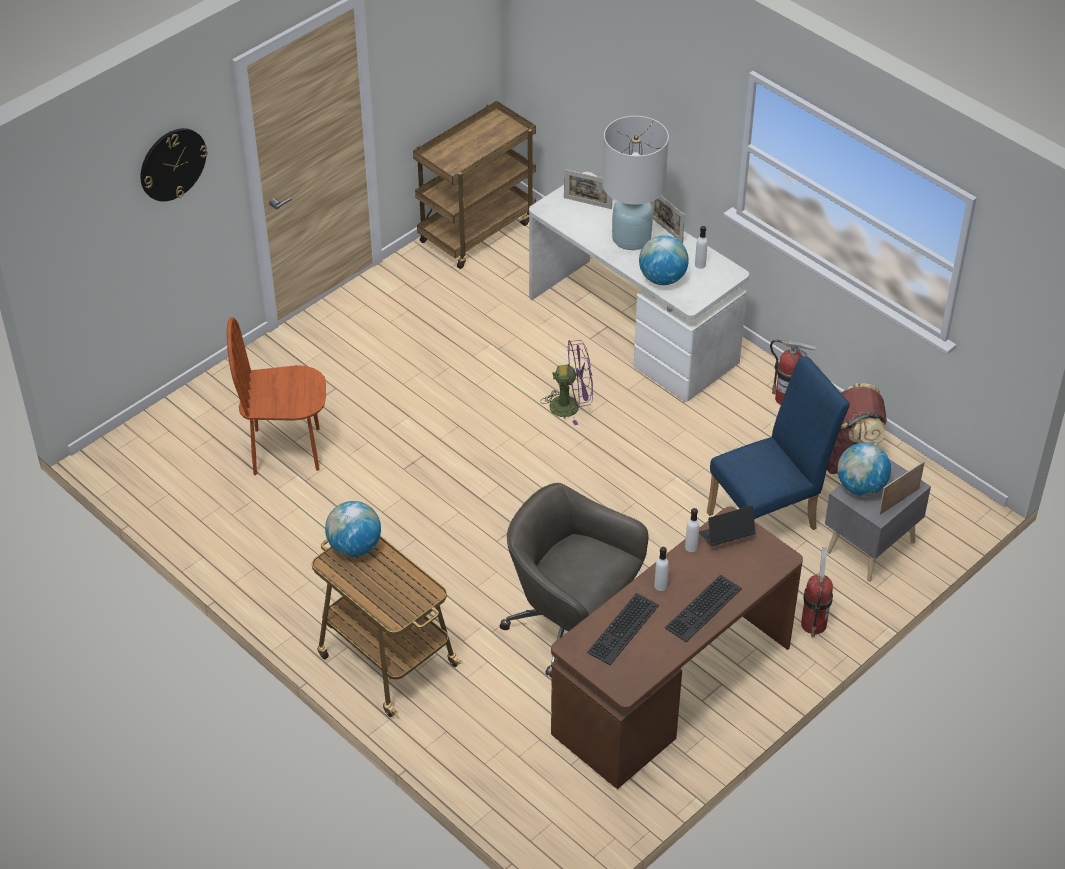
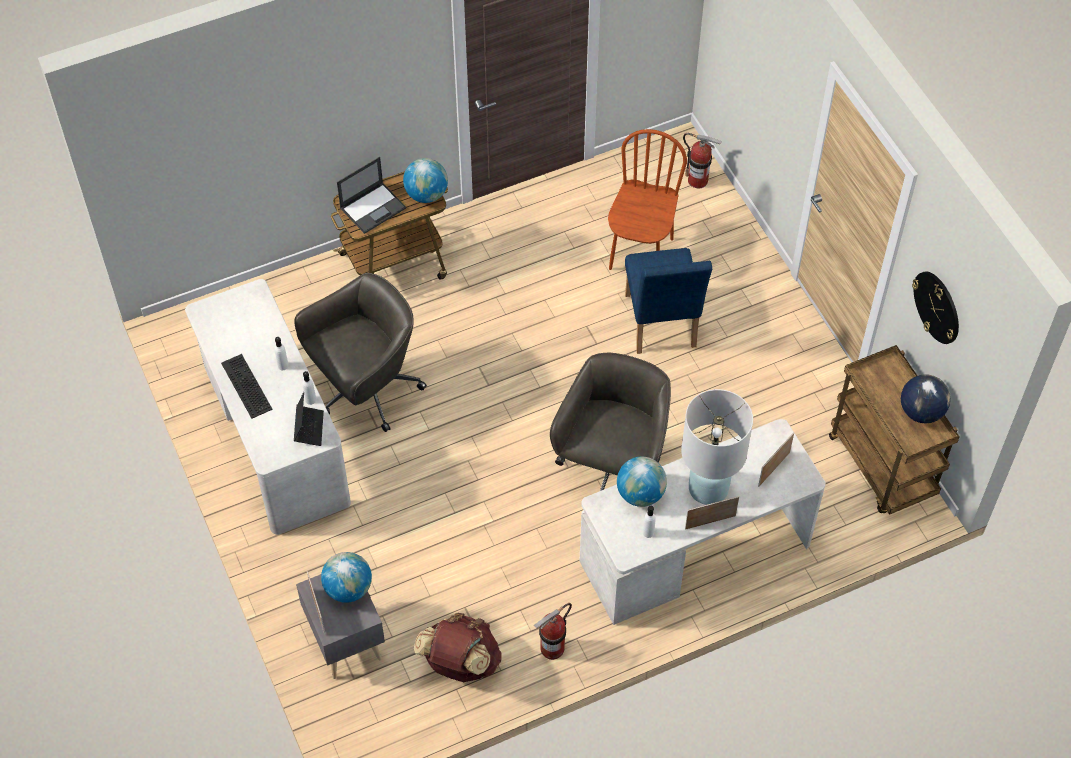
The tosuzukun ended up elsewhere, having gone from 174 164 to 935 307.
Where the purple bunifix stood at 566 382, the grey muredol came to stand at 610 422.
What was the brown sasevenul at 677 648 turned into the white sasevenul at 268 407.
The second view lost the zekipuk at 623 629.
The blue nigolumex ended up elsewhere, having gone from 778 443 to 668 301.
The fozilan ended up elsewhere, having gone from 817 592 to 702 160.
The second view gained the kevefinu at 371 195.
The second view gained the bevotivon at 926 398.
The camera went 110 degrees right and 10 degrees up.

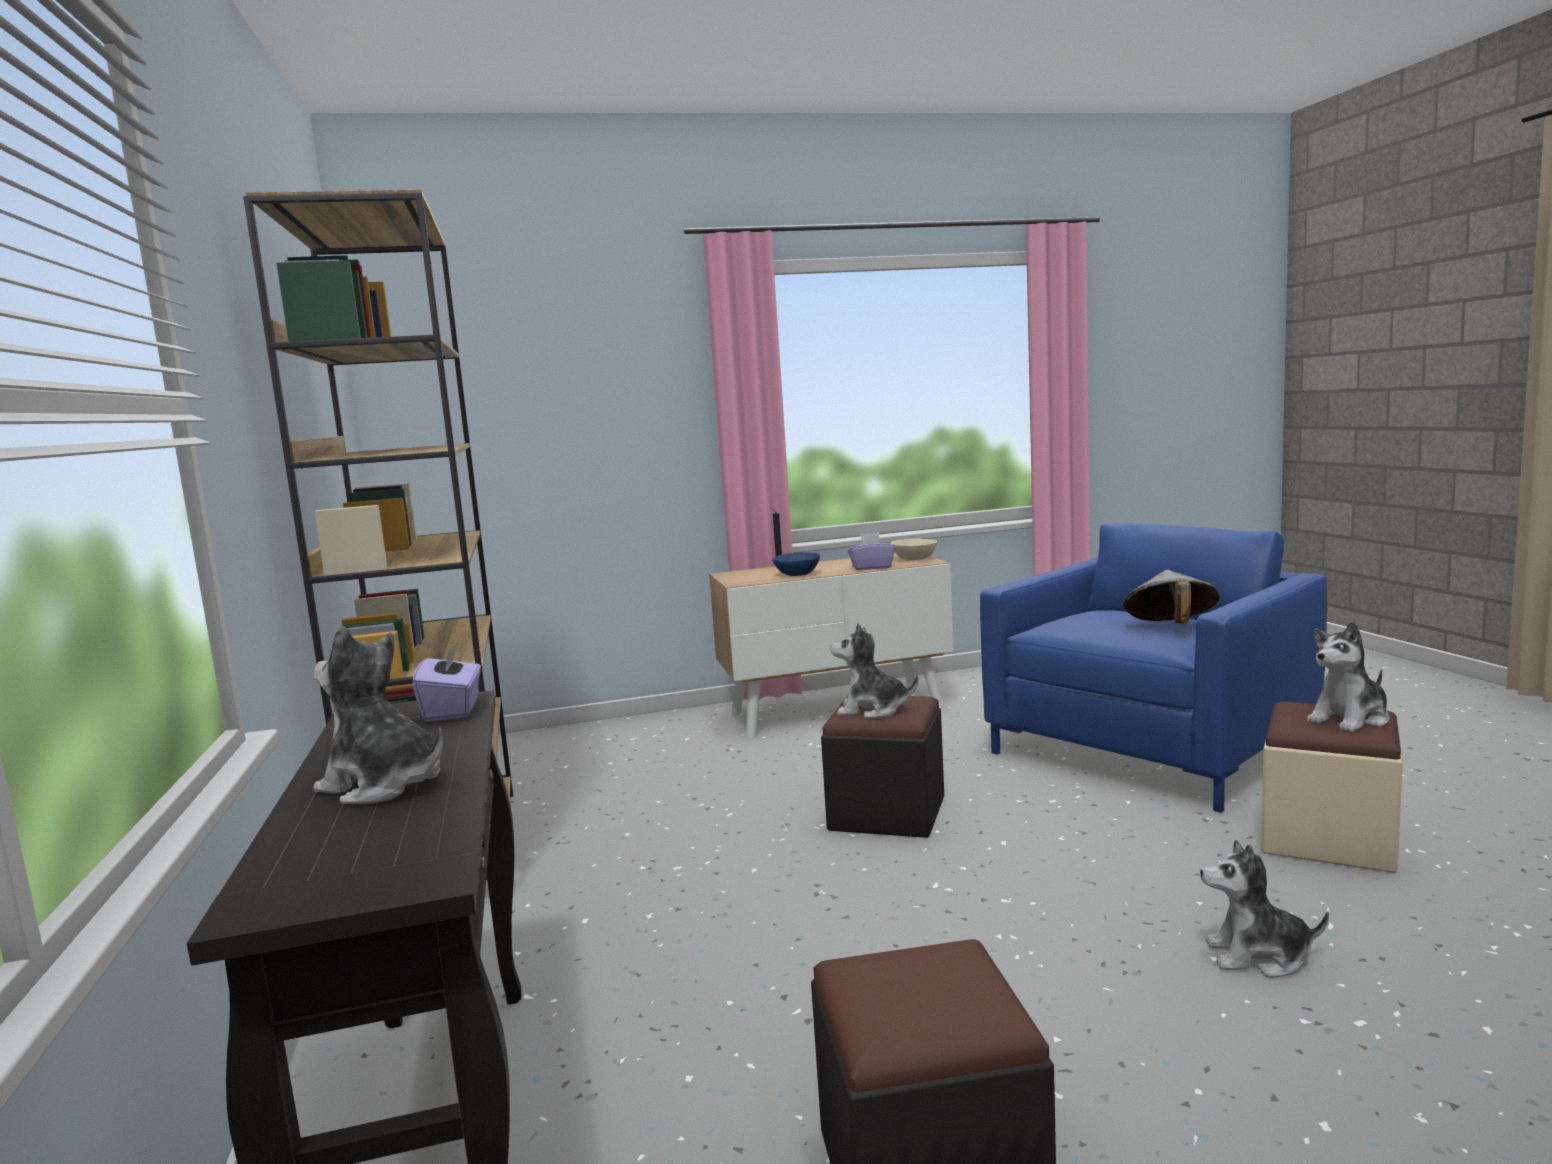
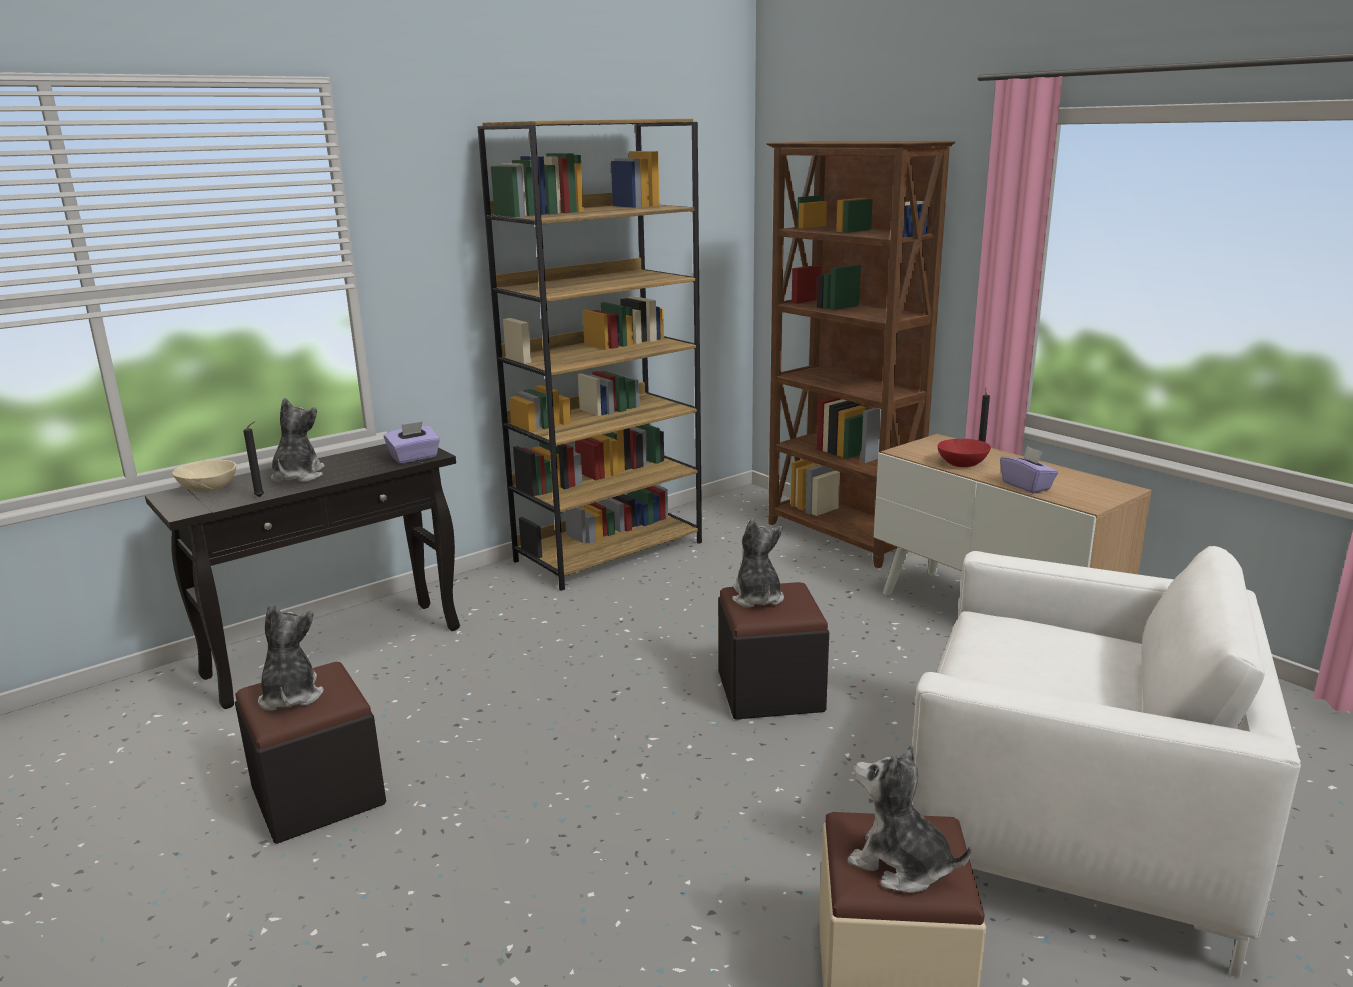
What was the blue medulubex at 796 564 turned into the red medulubex at 964 453.
The beige medulubex ended up elsewhere, having gone from 914 550 to 204 476.
What was the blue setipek at 1153 668 turned into the white setipek at 1106 762.
The second view lost the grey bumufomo at 1172 597.
The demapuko ended up elsewhere, having gone from 1264 909 to 291 657.
The second view gained the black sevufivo at 253 459.
The second view gained the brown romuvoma at 861 354.
The camera went 65 degrees right and 10 degrees up.

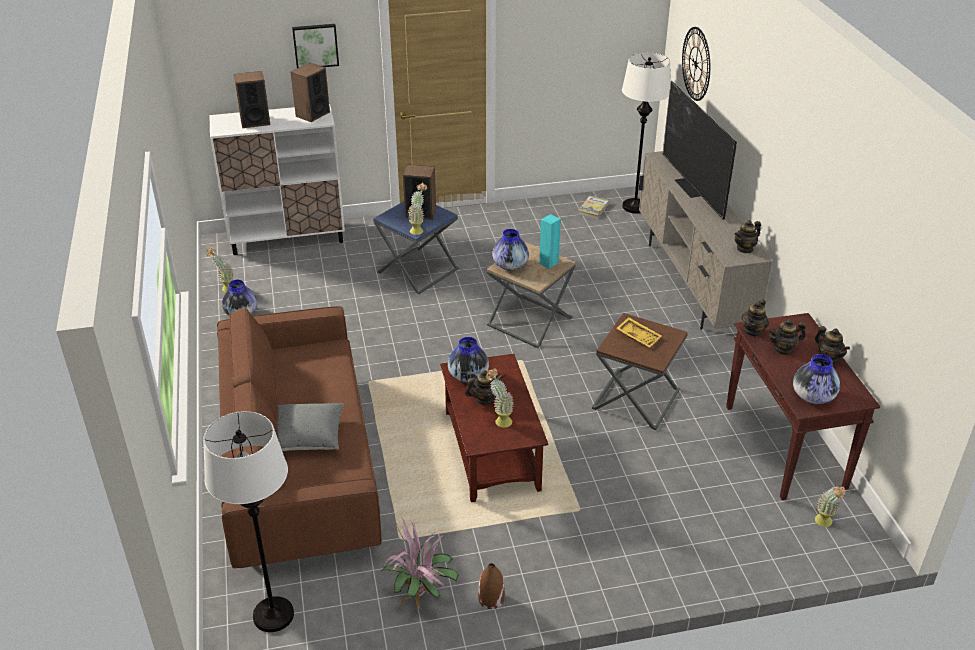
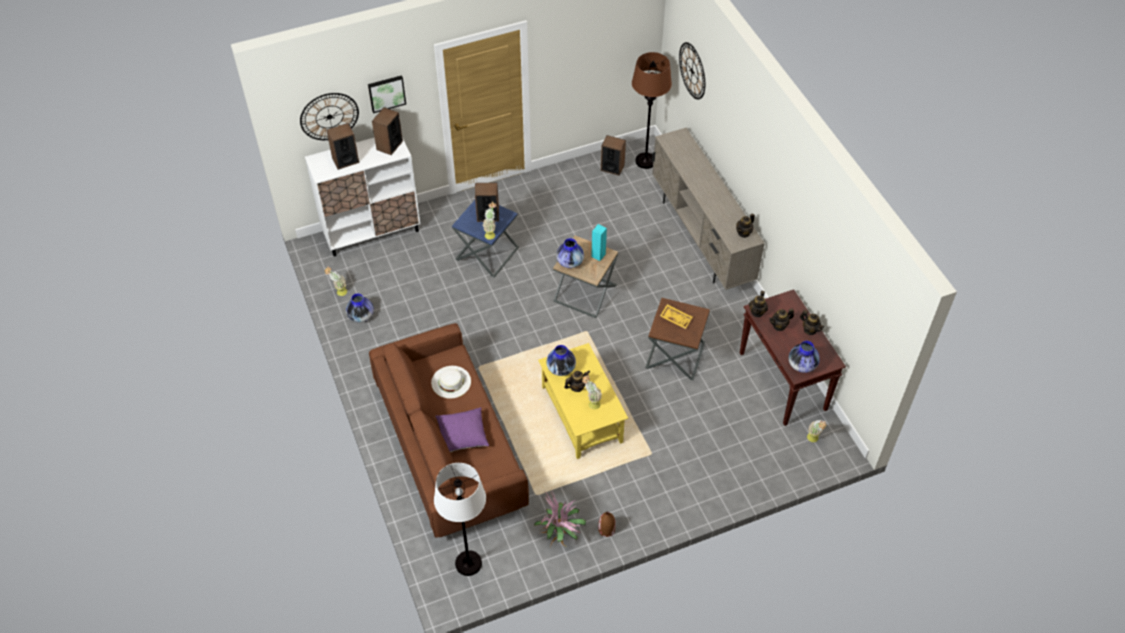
What was the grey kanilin at 310 427 turned into the purple kanilin at 462 429.
What was the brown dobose at 494 428 turned into the yellow dobose at 583 401.
Where the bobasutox stood at 593 207, the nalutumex came to stand at 613 155.
What was the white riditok at 646 133 turned into the brown riditok at 652 110.
The second view lost the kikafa at 700 150.
The second view gained the tosuzukun at 329 116.
The second view gained the white bumufomo at 451 382.
The camera went 10 degrees left and 15 degrees up.

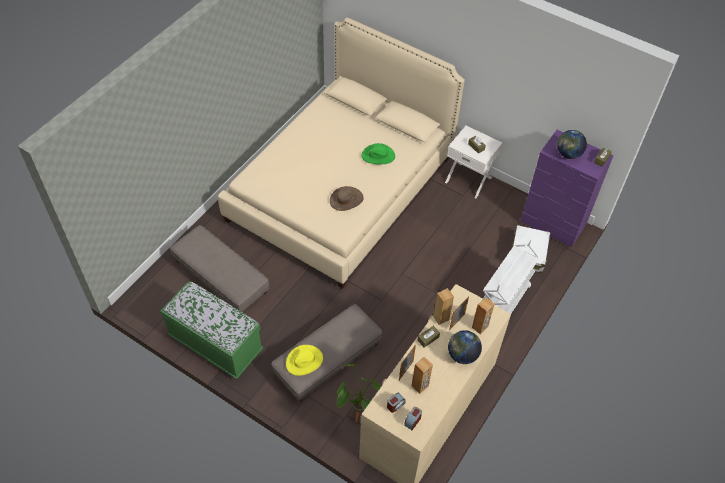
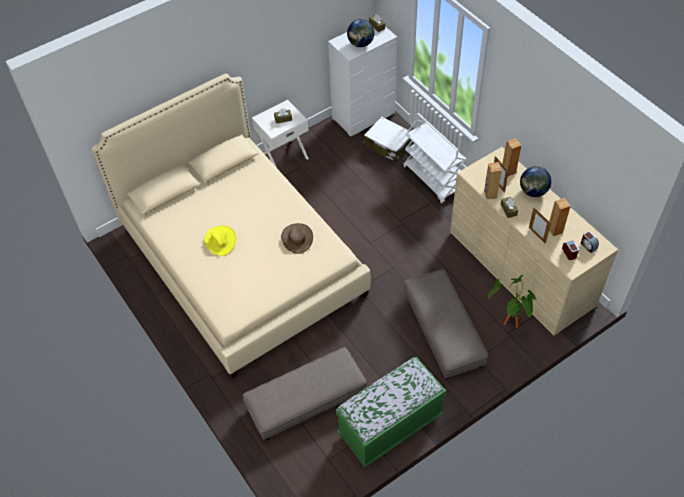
The yellow bumufomo ended up elsewhere, having gone from 304 360 to 220 240.
The second view lost the green bumufomo at 378 153.
What was the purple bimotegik at 567 188 turned into the white bimotegik at 362 82.
The camera went 65 degrees left and 0 degrees up.

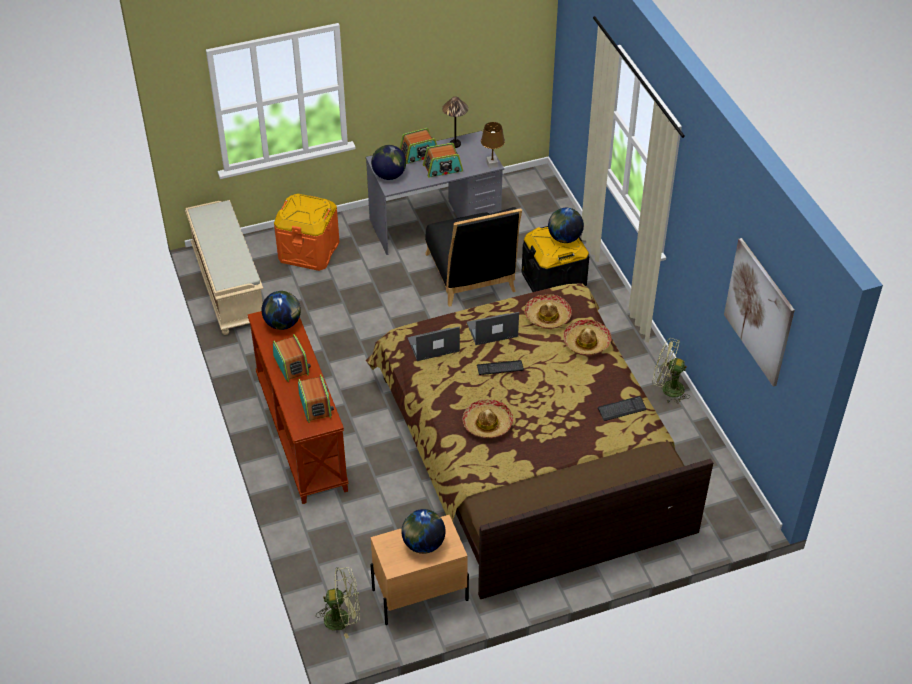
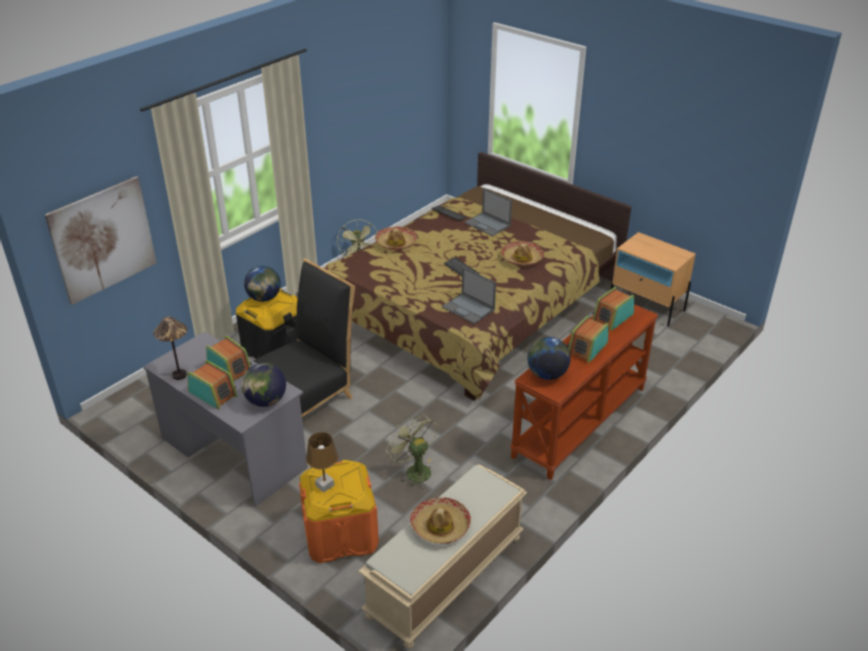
The green bunifix ended up elsewhere, having gone from 338 603 to 411 451.
The second view lost the bevotivon at 423 531.
The kevefinu ended up elsewhere, having gone from 493 328 to 488 212.
The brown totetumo ended up elsewhere, having gone from 493 145 to 322 462.
The bumufomo ended up elsewhere, having gone from 548 311 to 440 520.
The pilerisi ended up elsewhere, having gone from 759 312 to 101 240.
The camera went 120 degrees left and 10 degrees down.

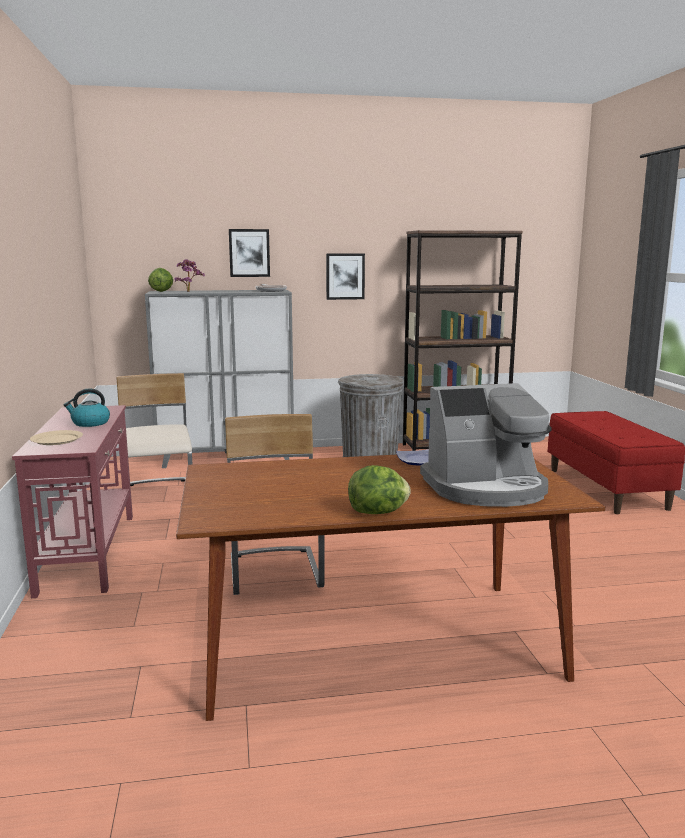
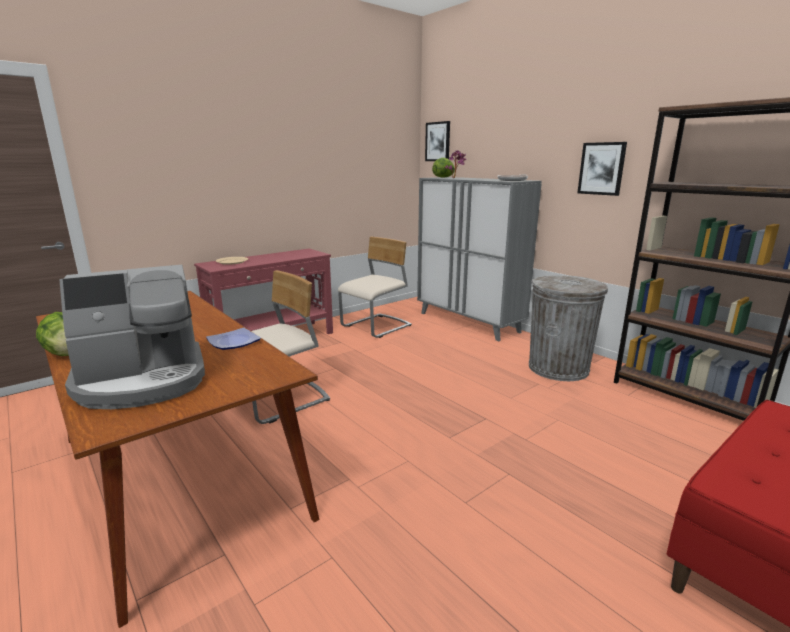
The second view lost the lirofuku at 87 408.
The pilerisi ended up elsewhere, having gone from 249 253 to 437 141.
The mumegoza at 486 445 ended up facing another way, 75 degrees counterclockwise from before.
The camera went 60 degrees right and 5 degrees up.

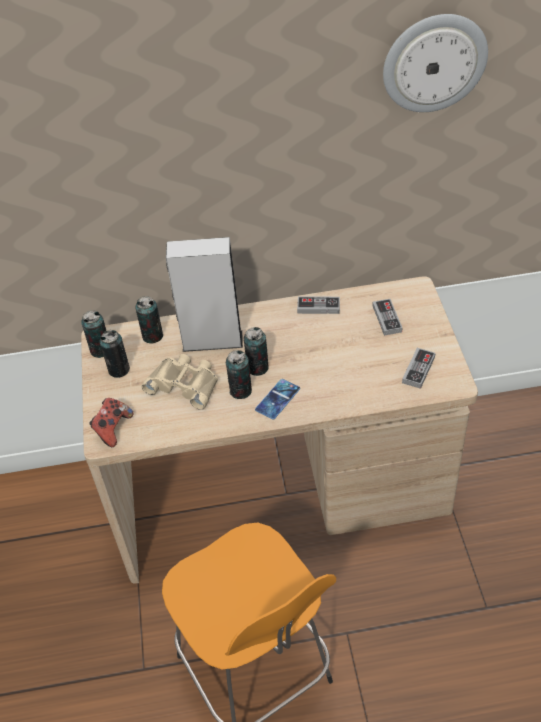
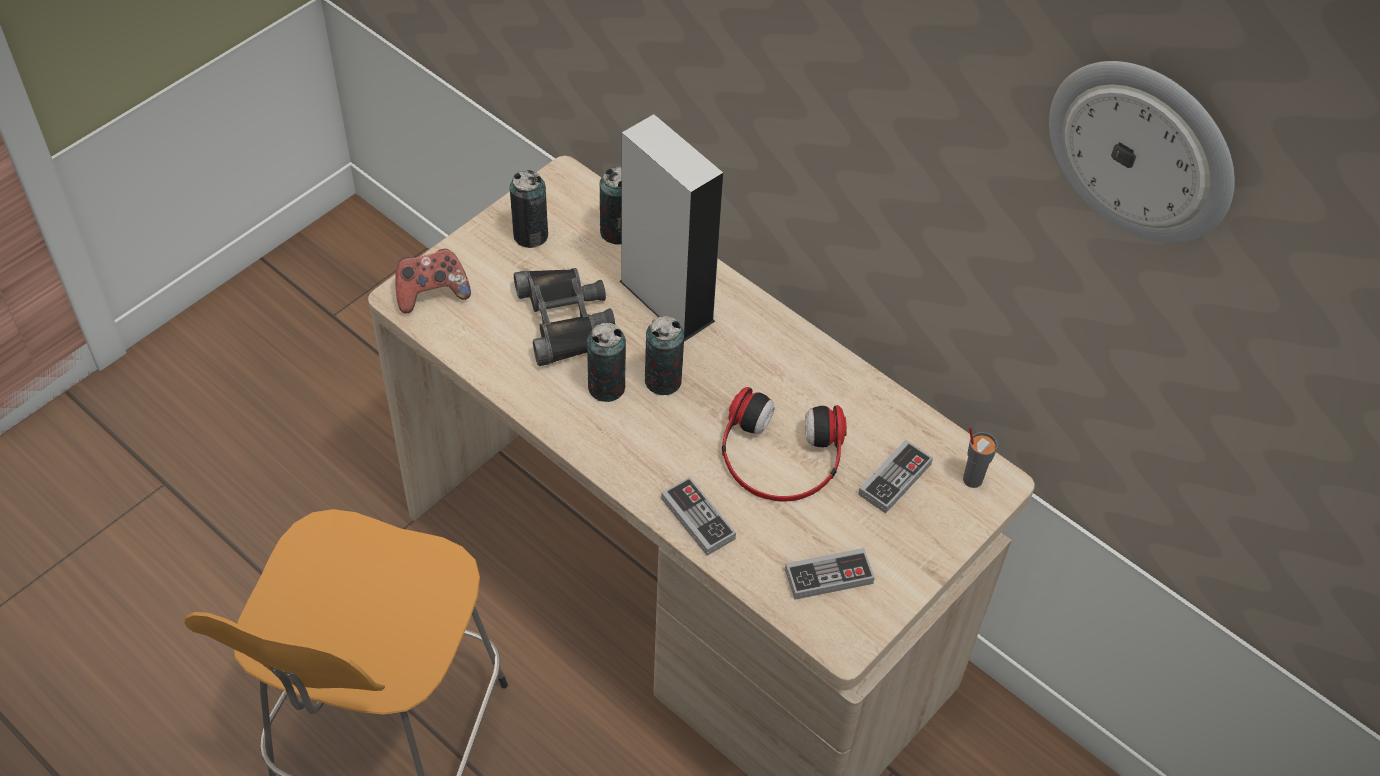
The second view lost the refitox at 93 334.
What was the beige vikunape at 179 382 turned into the black vikunape at 564 317.
The second view lost the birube at 277 399.
The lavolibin ended up elsewhere, having gone from 318 305 to 698 516.
The second view gained the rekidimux at 784 444.
The second view gained the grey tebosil at 980 457.
The camera went 45 degrees right and 5 degrees up.

